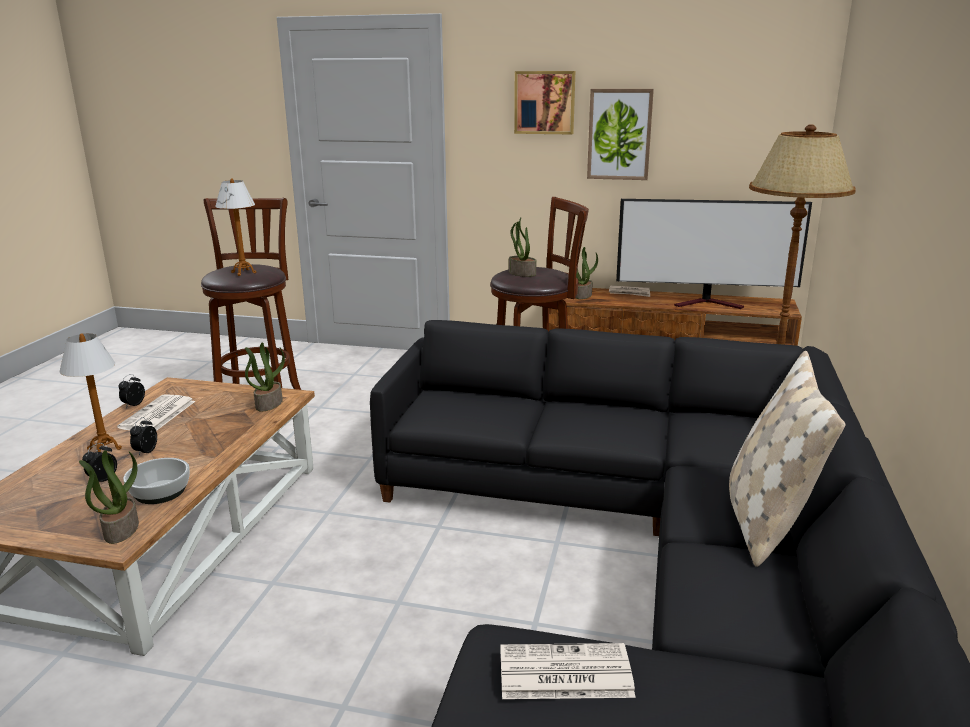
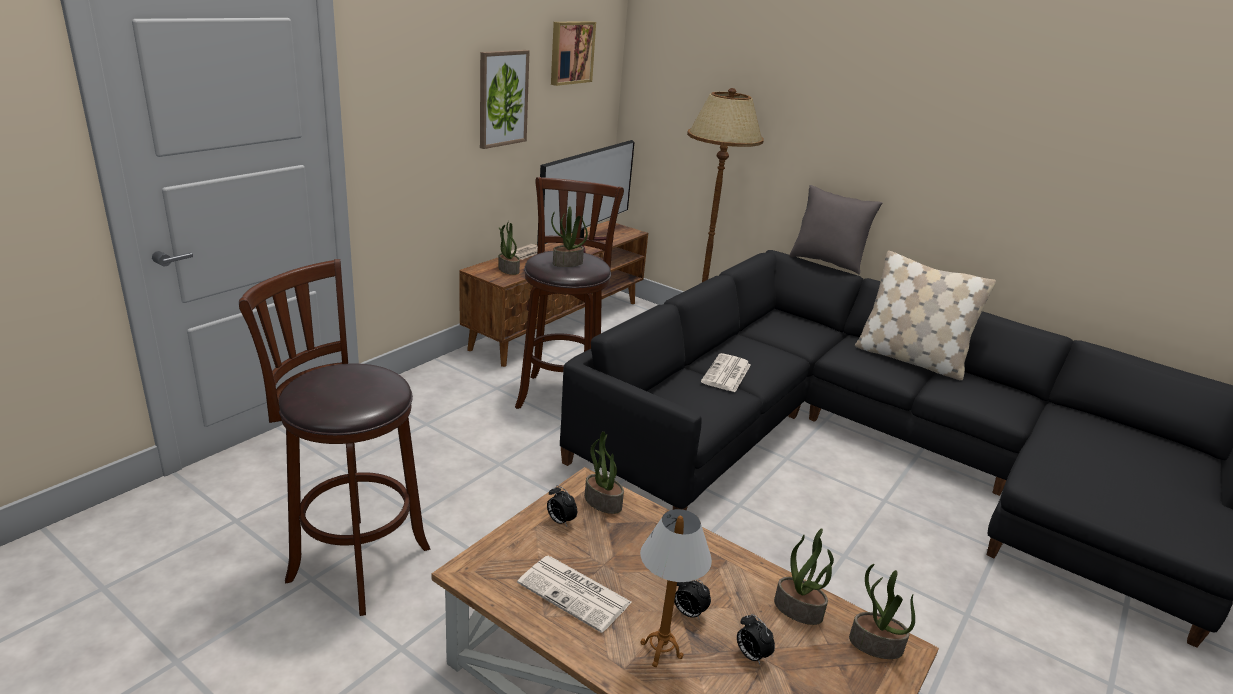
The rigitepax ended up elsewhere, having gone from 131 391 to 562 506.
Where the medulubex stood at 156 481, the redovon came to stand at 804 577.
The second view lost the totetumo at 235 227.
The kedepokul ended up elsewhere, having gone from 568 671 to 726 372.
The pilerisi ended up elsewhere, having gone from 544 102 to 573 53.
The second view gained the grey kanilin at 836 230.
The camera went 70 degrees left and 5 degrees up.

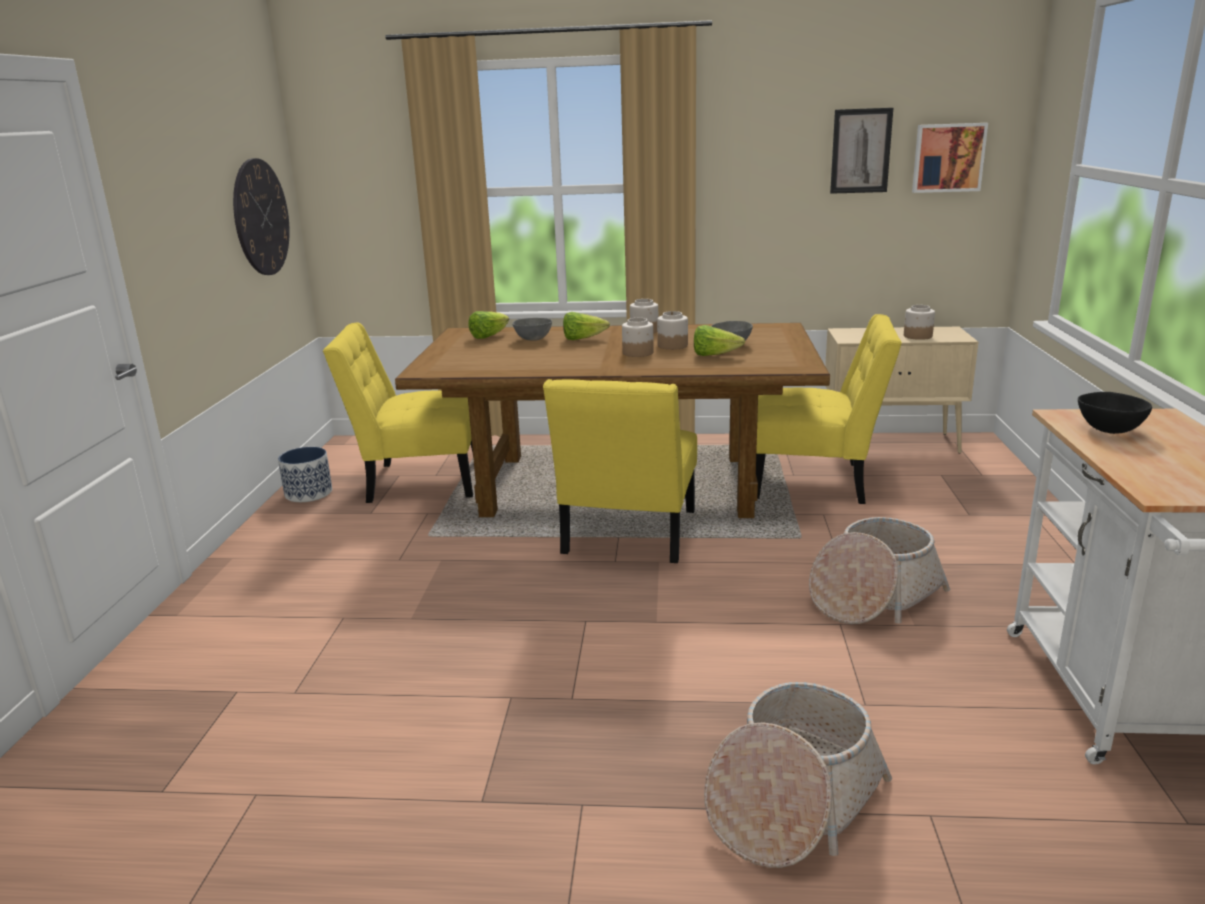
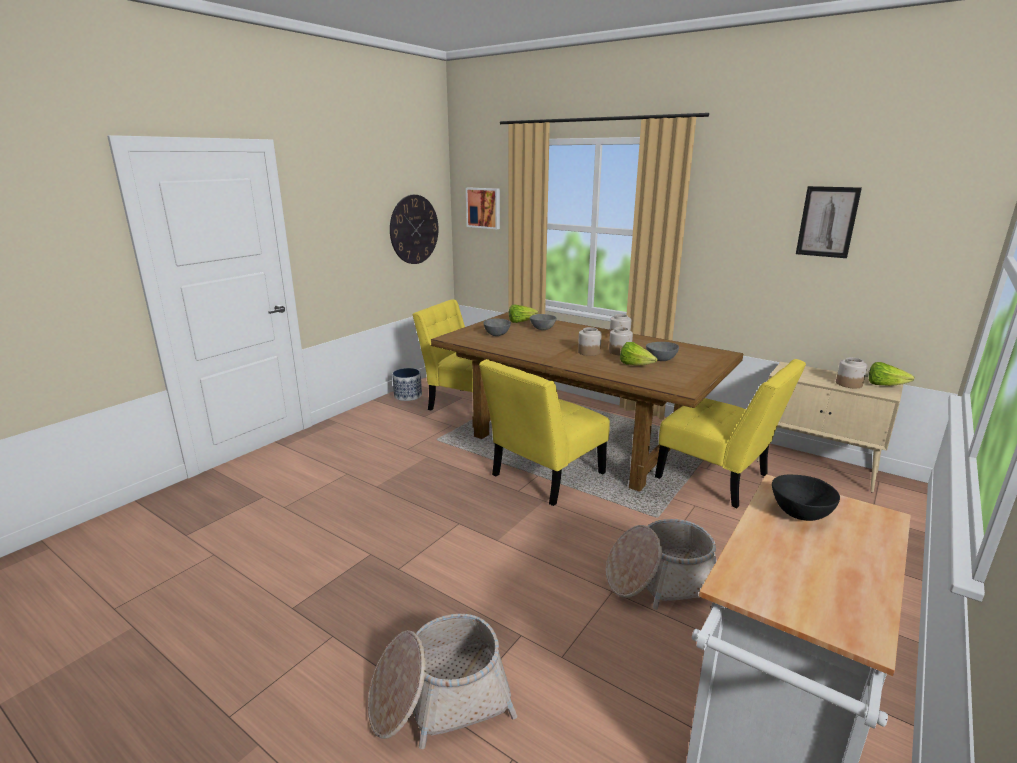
The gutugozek ended up elsewhere, having gone from 586 326 to 892 374.
The pilerisi ended up elsewhere, having gone from 950 158 to 483 208.
The second view gained the grey medulubex at 497 327.
The camera went 30 degrees right and 0 degrees up.

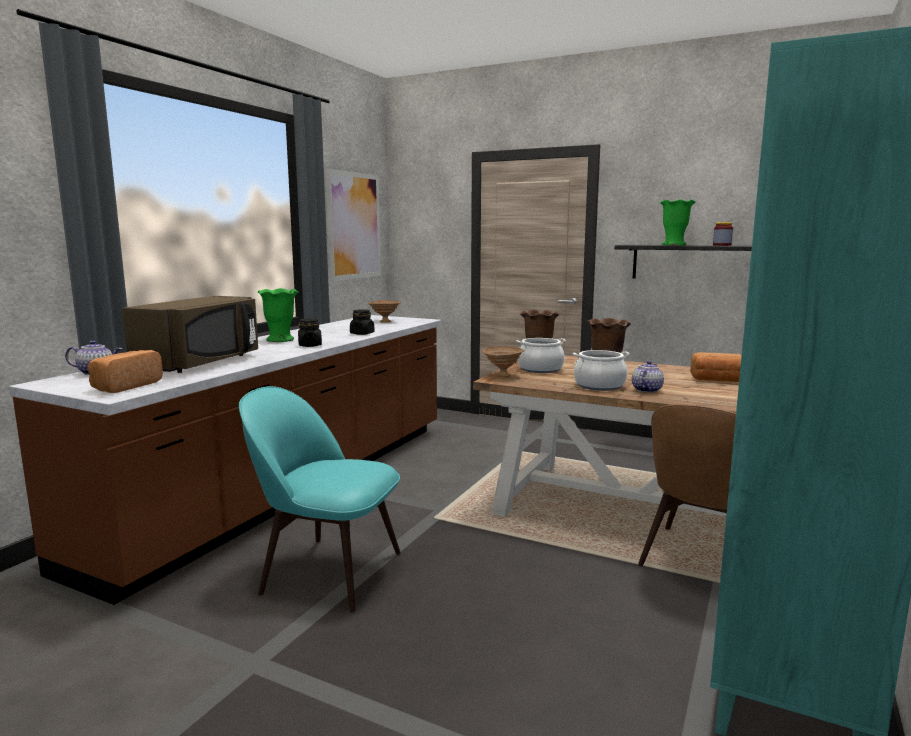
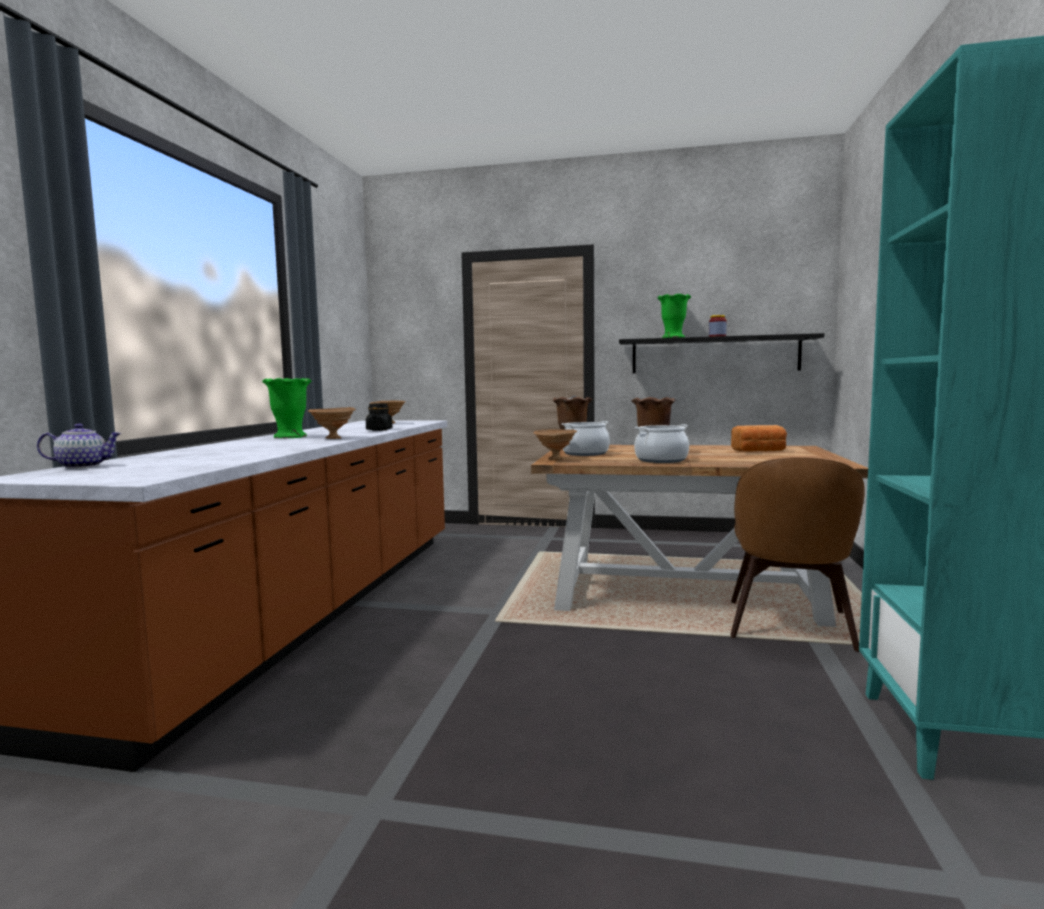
The second view lost the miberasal at 125 371.
The second view lost the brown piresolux at 190 334.
The second view lost the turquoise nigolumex at 320 499.
Where the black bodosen stood at 310 332, the brown medulubex came to stand at 332 423.
The second view lost the pilerisi at 353 225.
The second view lost the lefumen at 648 377.
The camera went 15 degrees left and 5 degrees down.

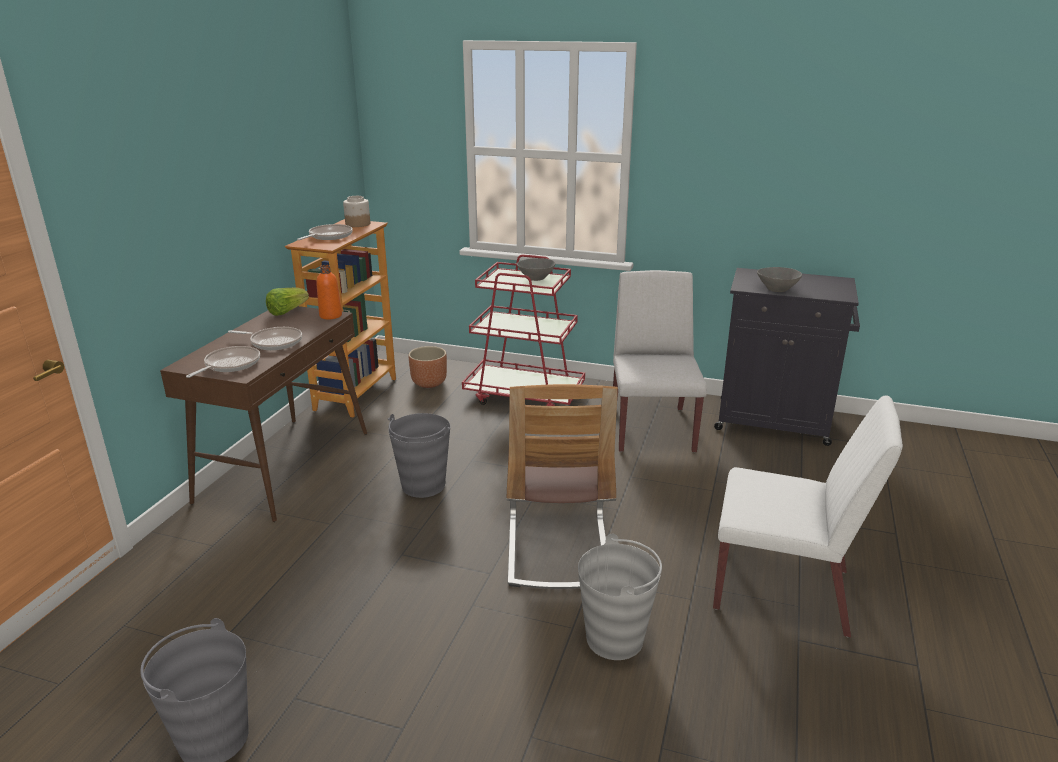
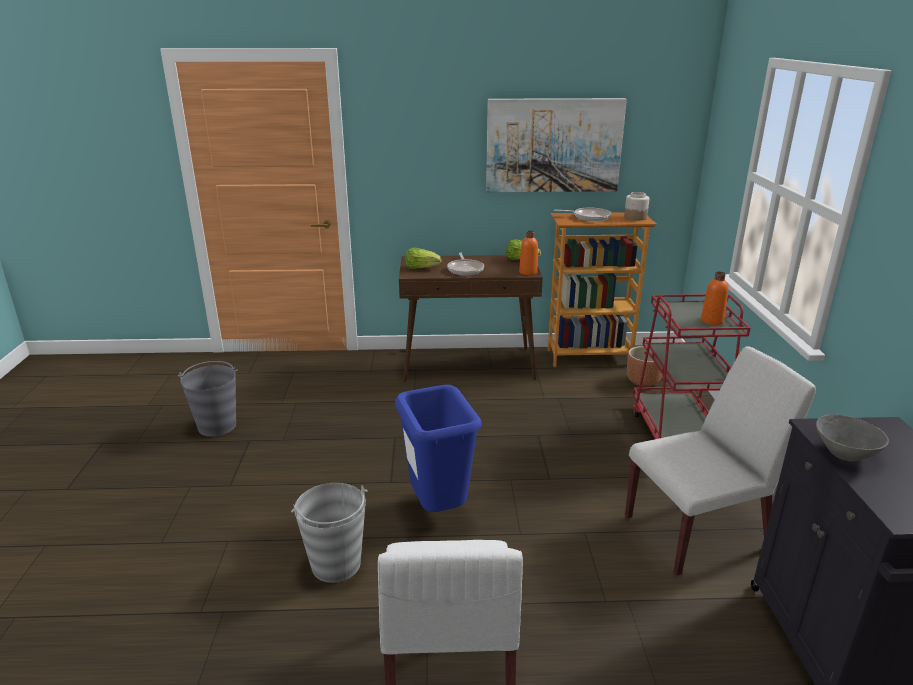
Where the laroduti stood at 223 362, the gutugozek came to stand at 423 258.
The second view lost the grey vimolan at 419 455.
Where the nigolumex stood at 562 486, the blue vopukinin came to stand at 438 448.
Where the grey medulubex stood at 536 269, the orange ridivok came to stand at 715 298.
The second view gained the pilerisi at 556 145.
The camera went 70 degrees right and 0 degrees up.

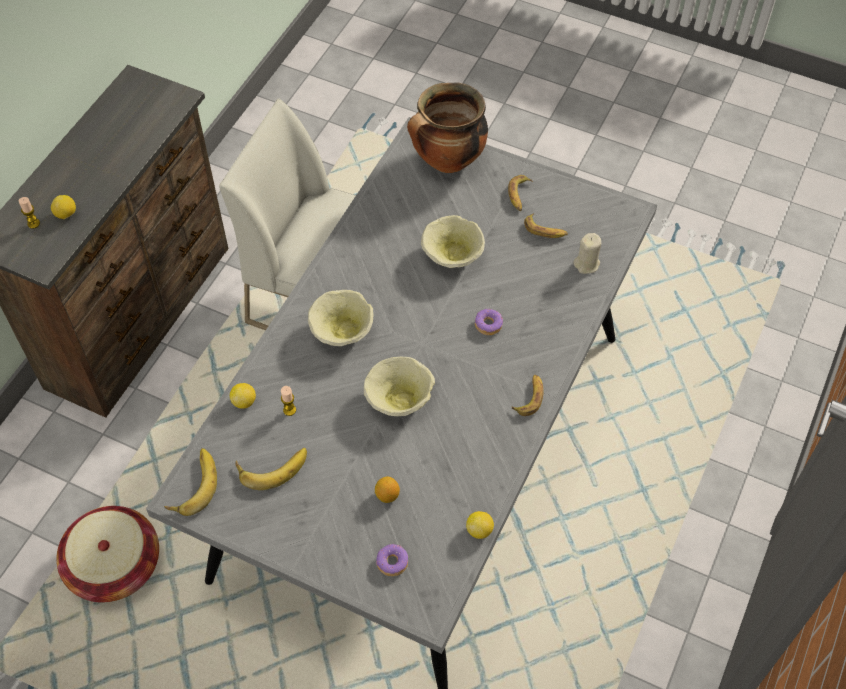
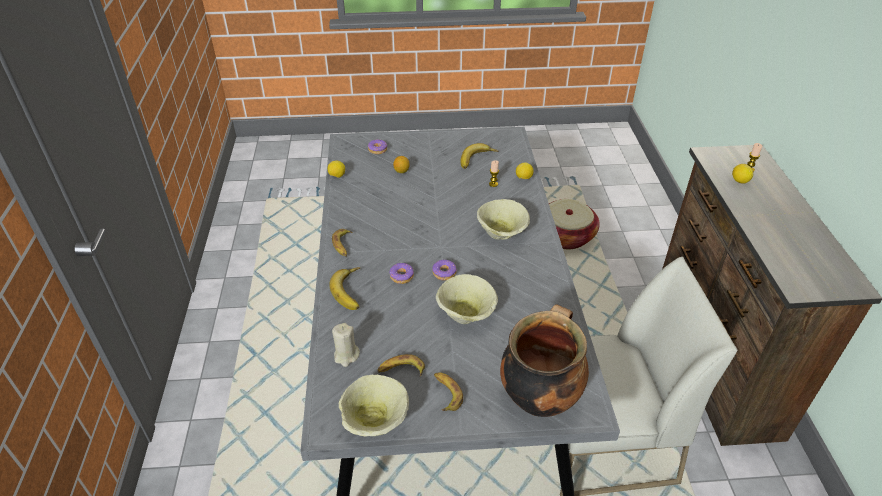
The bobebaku ended up elsewhere, having gone from 190 482 to 344 288.
The beige medulubex ended up elsewhere, having gone from 399 386 to 374 406.
The second view gained the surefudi at 444 270.
The camera went 150 degrees right and 15 degrees down.

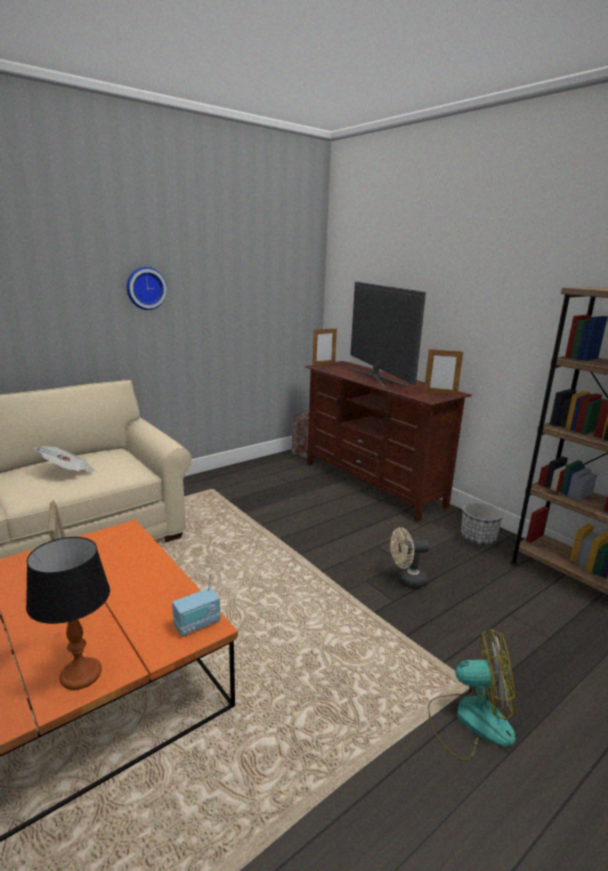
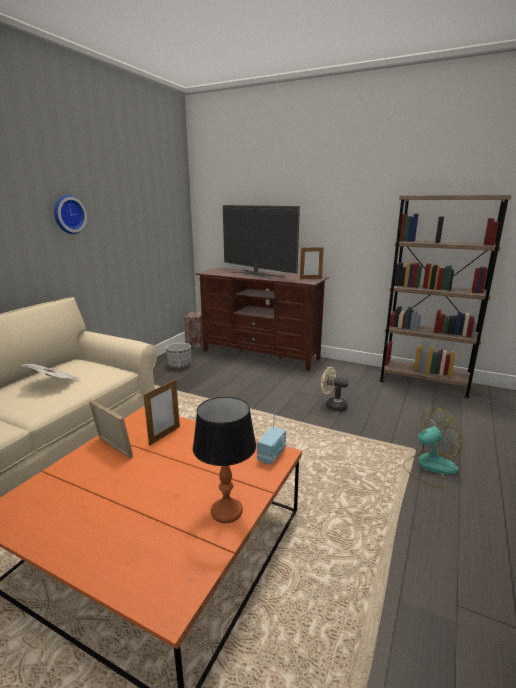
The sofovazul ended up elsewhere, having gone from 324 346 to 161 412.
The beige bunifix at 410 557 ended up facing another way, 60 degrees clockwise from before.
The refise ended up elsewhere, having gone from 482 523 to 178 356.
The camera went 25 degrees left and 0 degrees up.

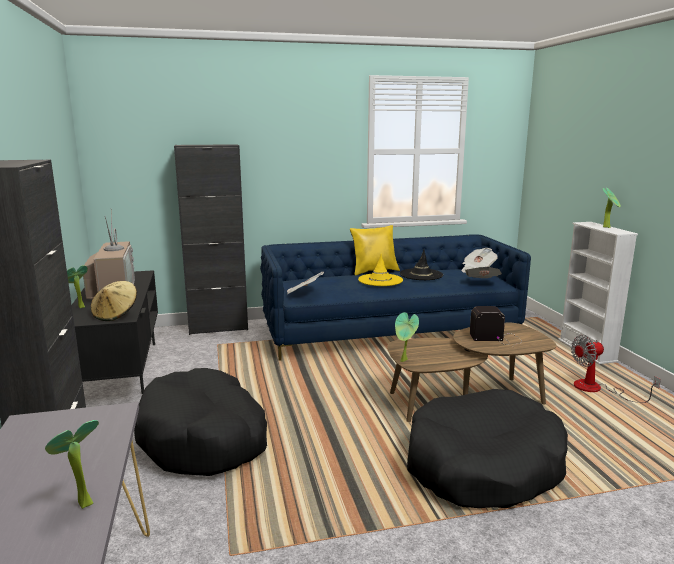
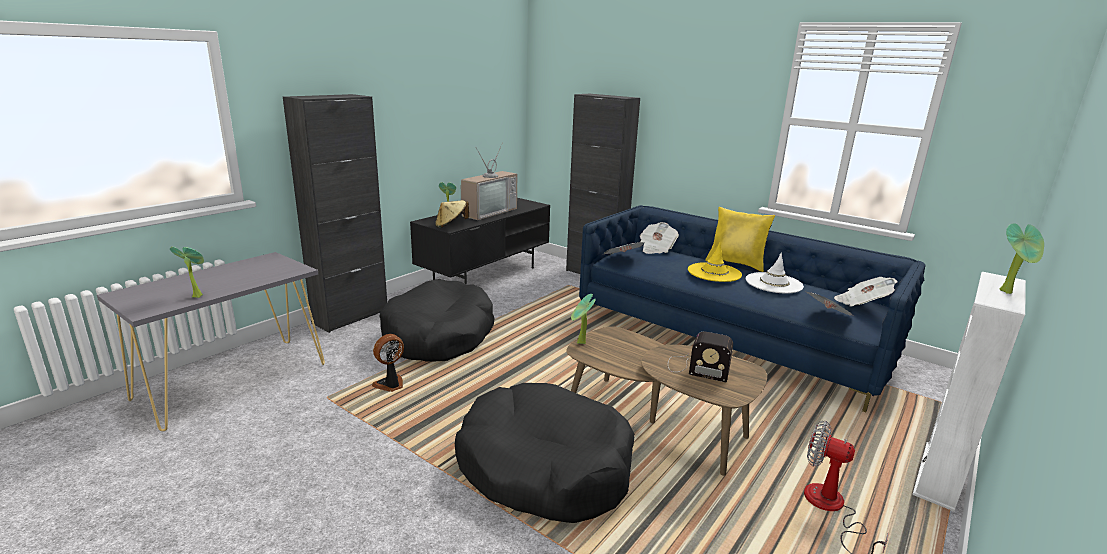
What was the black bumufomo at 421 265 turned into the white bumufomo at 775 272.
The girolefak at 496 327 ended up facing another way, 150 degrees clockwise from before.
The second view gained the bunifix at 388 363.
The second view gained the kedepokul at 659 238.
The camera went 50 degrees right and 5 degrees up.

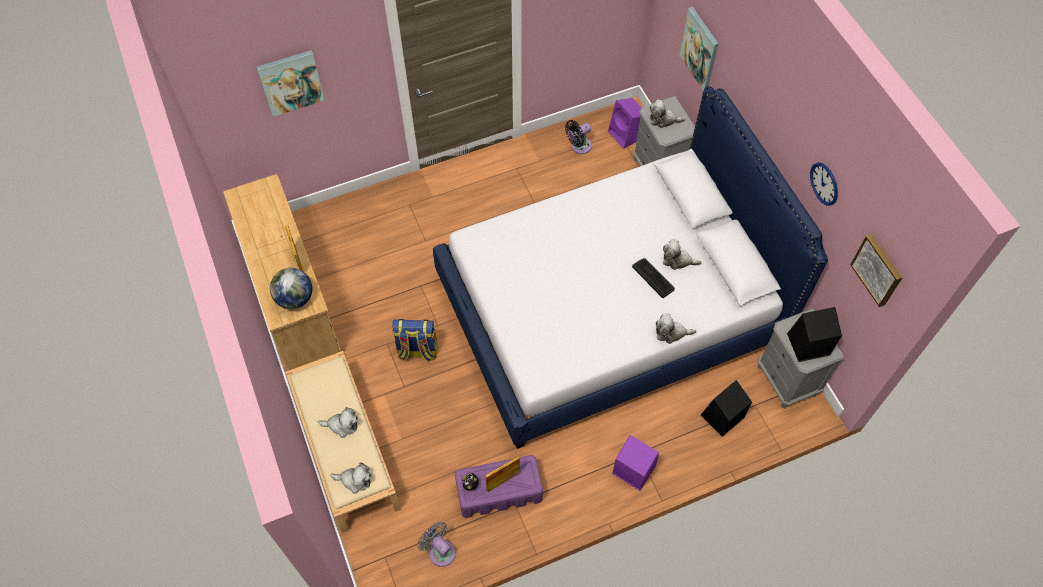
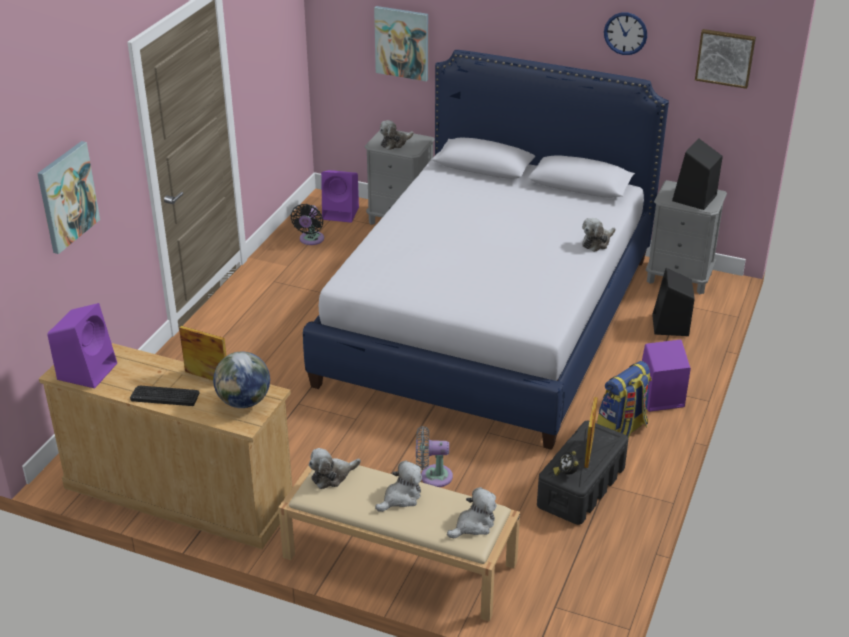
The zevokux ended up elsewhere, having gone from 414 340 to 624 400.
The grey bunifix ended up elsewhere, having gone from 436 544 to 434 456.
What was the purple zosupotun at 499 486 turned into the black zosupotun at 582 472.
The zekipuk ended up elsewhere, having gone from 653 278 to 164 396.
The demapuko ended up elsewhere, having gone from 682 254 to 335 468.
The second view gained the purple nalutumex at 82 345.
The camera went 45 degrees left and 25 degrees down.

